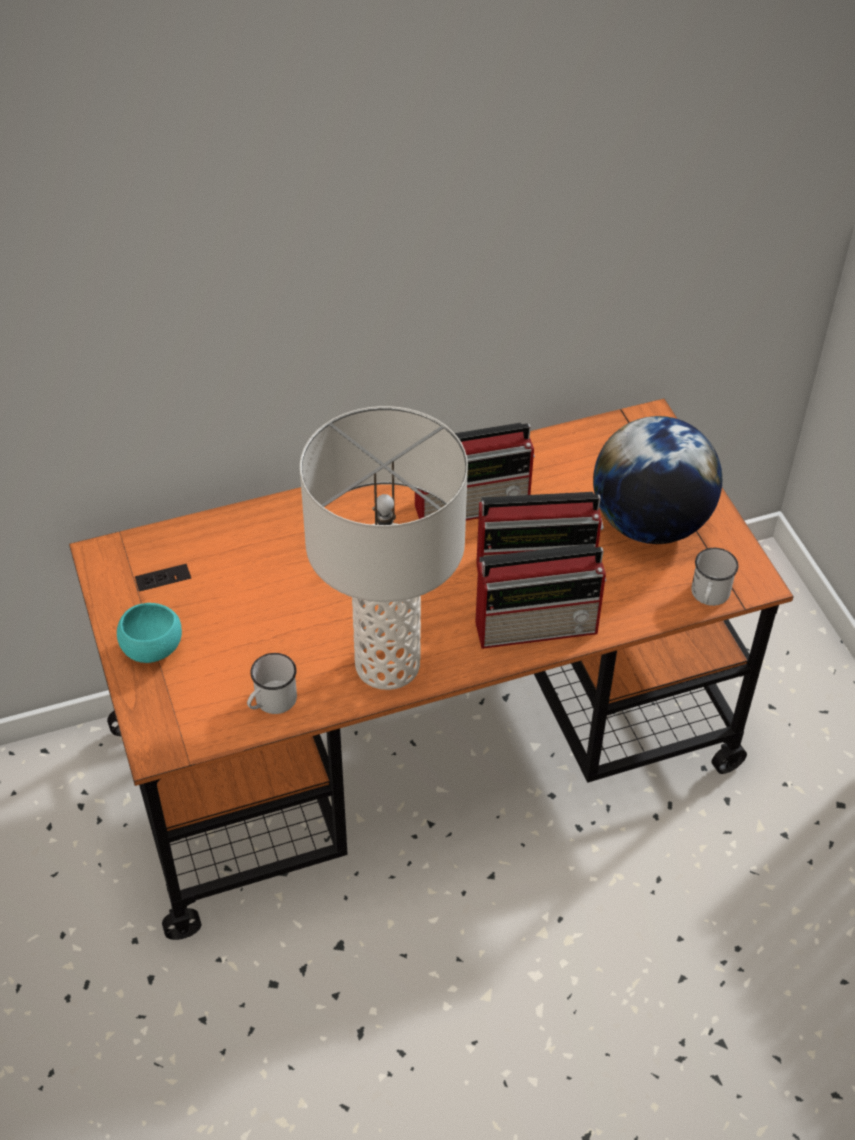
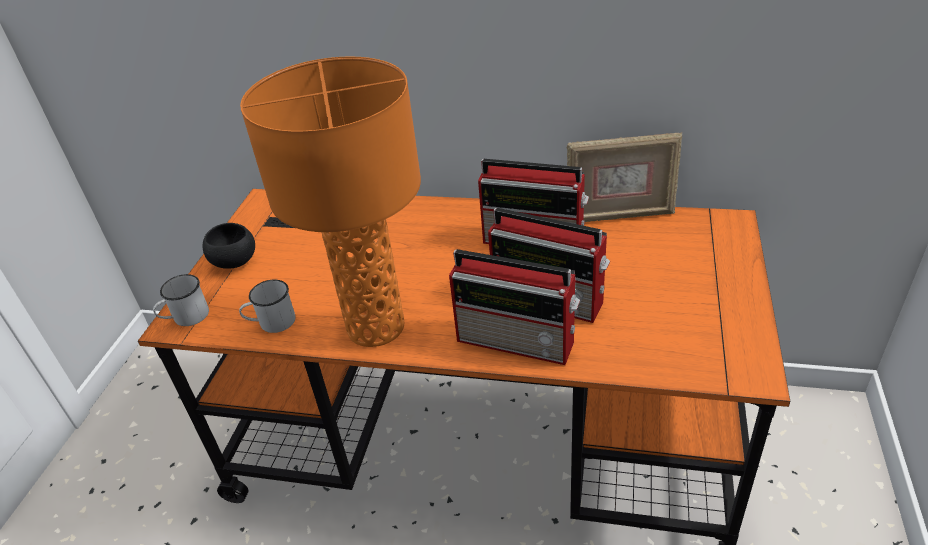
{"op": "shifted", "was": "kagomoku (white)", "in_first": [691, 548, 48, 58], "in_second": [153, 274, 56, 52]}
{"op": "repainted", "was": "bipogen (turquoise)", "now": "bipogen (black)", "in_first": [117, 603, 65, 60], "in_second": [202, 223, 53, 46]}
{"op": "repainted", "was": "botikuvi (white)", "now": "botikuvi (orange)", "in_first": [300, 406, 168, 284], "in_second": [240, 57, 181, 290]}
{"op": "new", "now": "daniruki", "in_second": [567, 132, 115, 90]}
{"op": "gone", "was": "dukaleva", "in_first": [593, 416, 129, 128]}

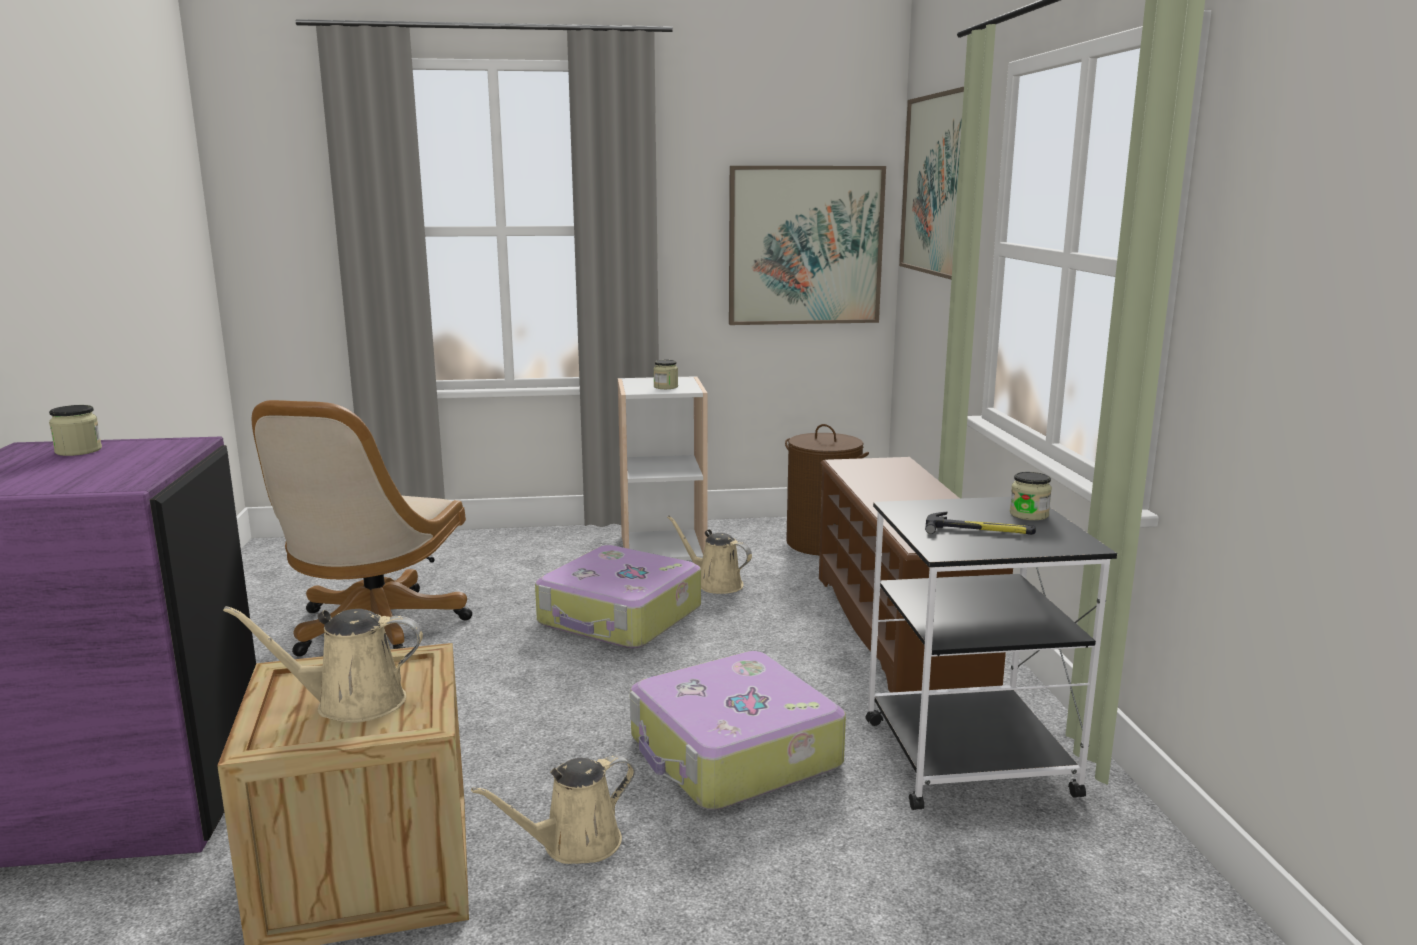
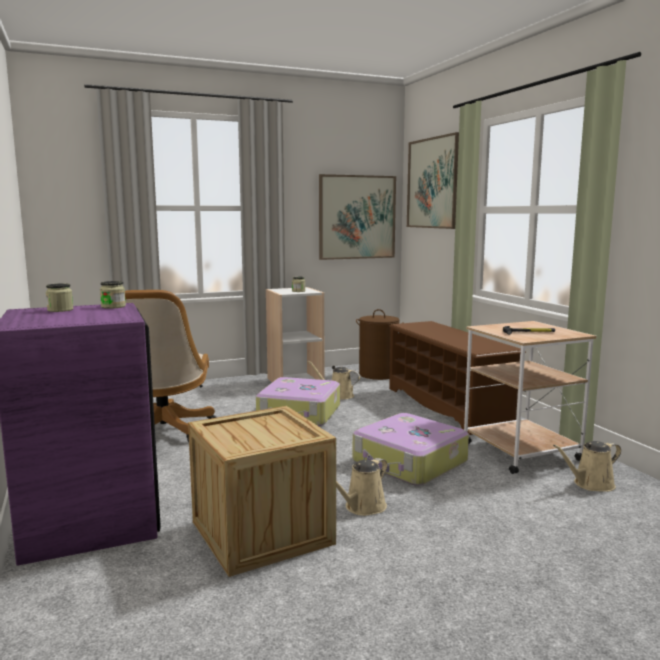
{"op": "shifted", "was": "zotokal", "in_first": [1010, 472, 42, 48], "in_second": [100, 281, 26, 28]}
{"op": "repainted", "was": "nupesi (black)", "now": "nupesi (beige)", "in_first": [865, 497, 252, 313], "in_second": [464, 321, 133, 153]}
{"op": "shifted", "was": "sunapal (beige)", "in_first": [223, 606, 200, 117], "in_second": [553, 441, 68, 51]}

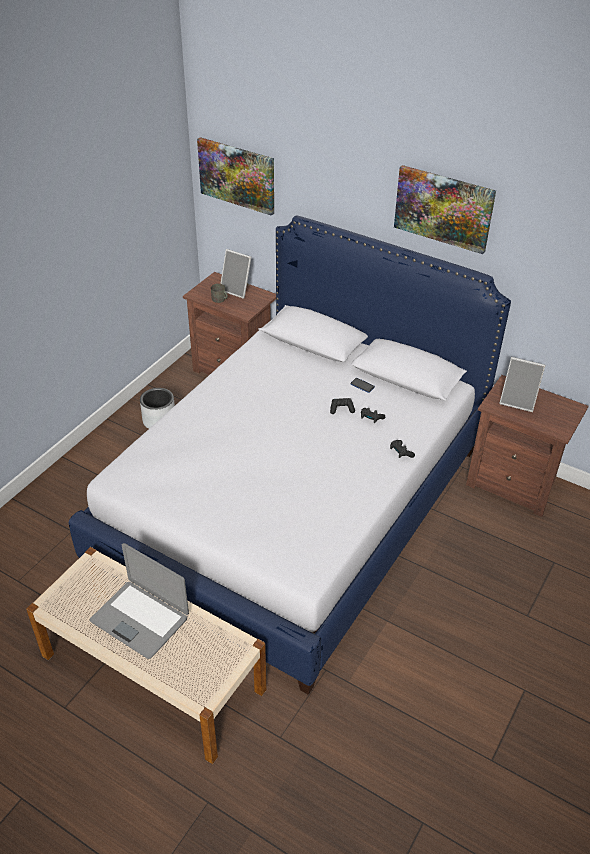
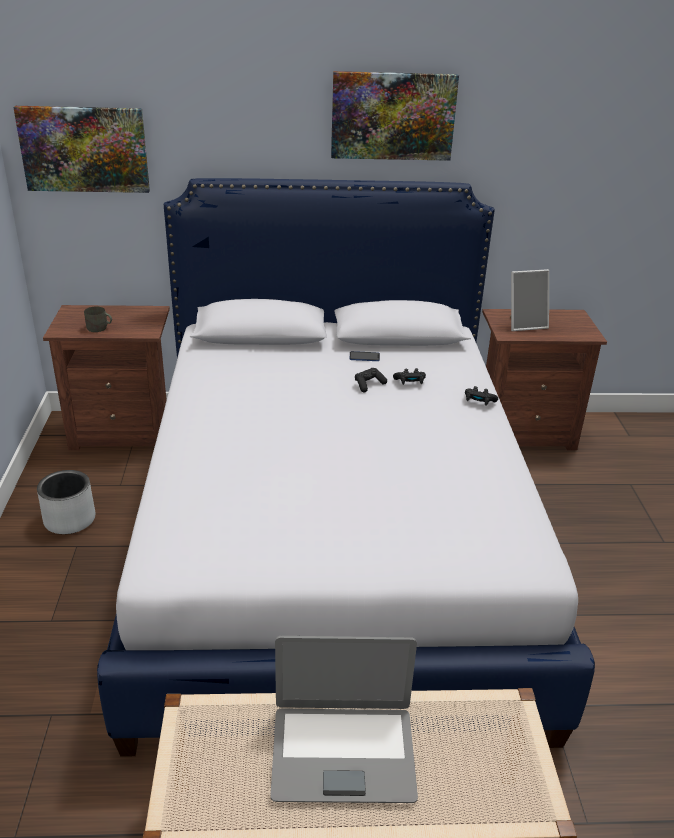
{"op": "gone", "was": "daniruki", "in_first": [220, 249, 31, 50]}

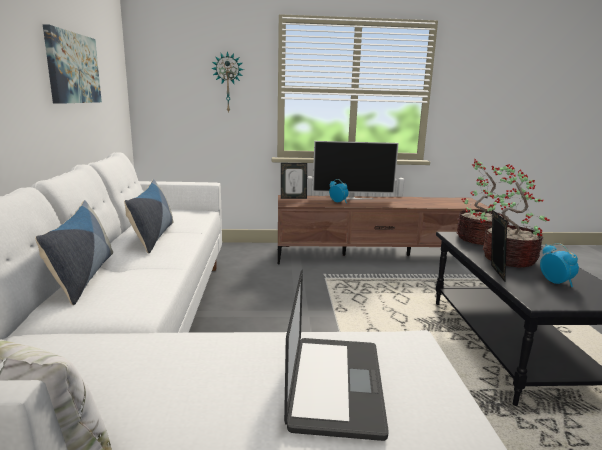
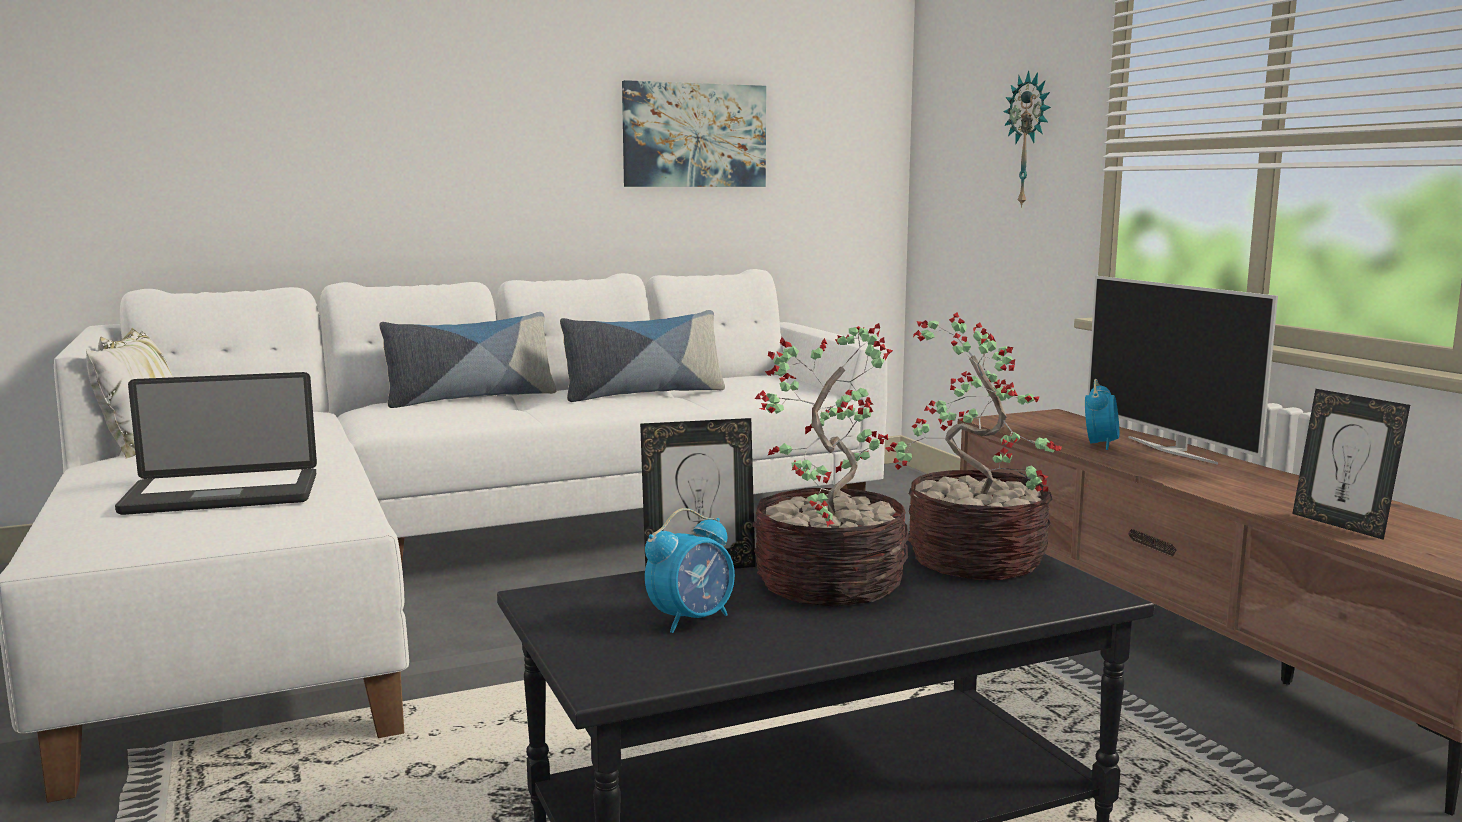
{"op": "shifted", "was": "daniruki", "in_first": [281, 163, 26, 36], "in_second": [1292, 389, 118, 151]}

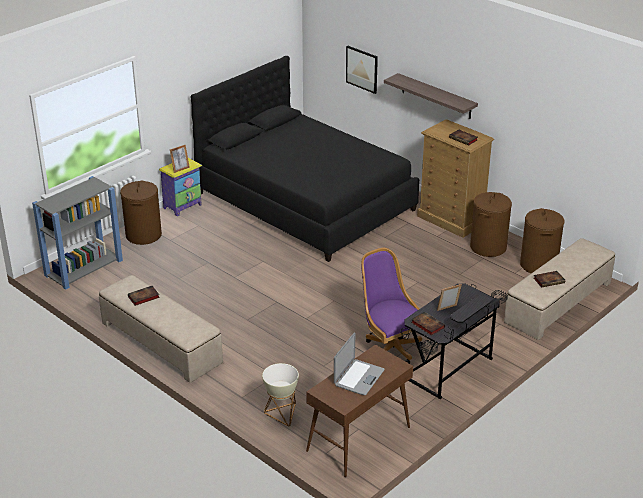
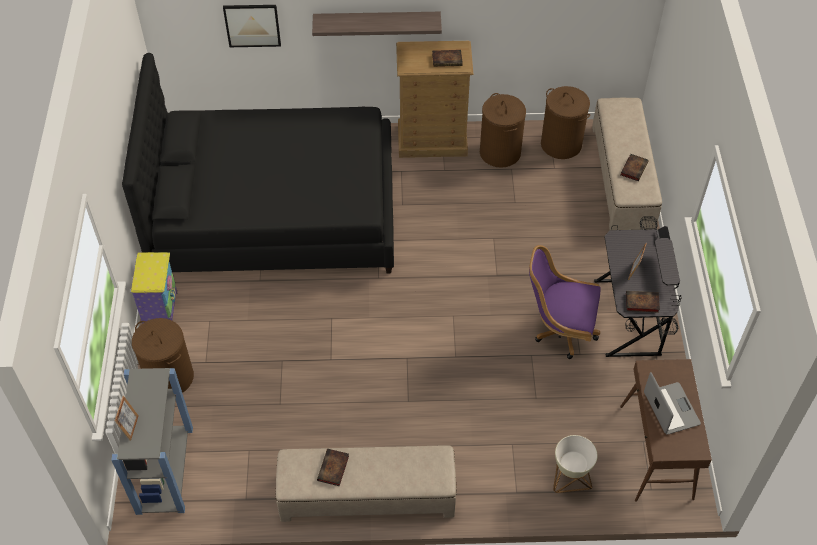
{"op": "shifted", "was": "daniruki", "in_first": [170, 145, 20, 28], "in_second": [115, 396, 24, 45]}

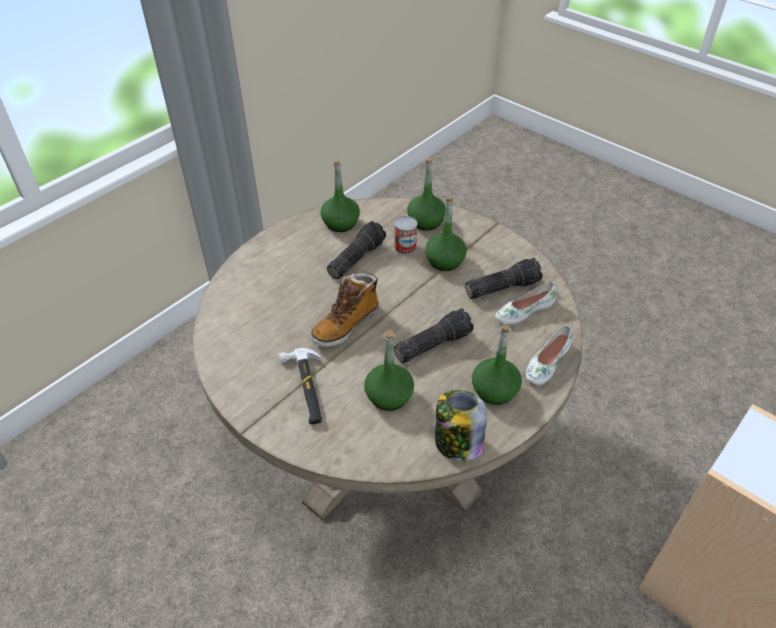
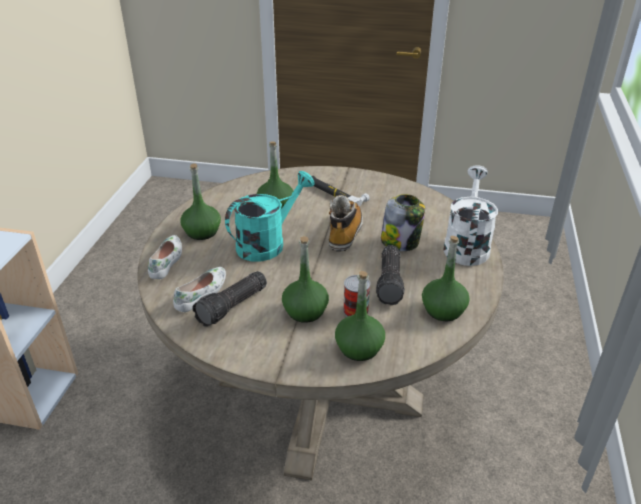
{"op": "swapped", "was": "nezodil", "now": "sunapal (turquoise)", "in_first": [394, 308, 80, 55], "in_second": [225, 171, 90, 91]}
{"op": "shifted", "was": "zotokal", "in_first": [435, 390, 52, 72], "in_second": [381, 194, 44, 57]}
{"op": "new", "now": "sunapal (white)", "in_second": [443, 165, 55, 101]}

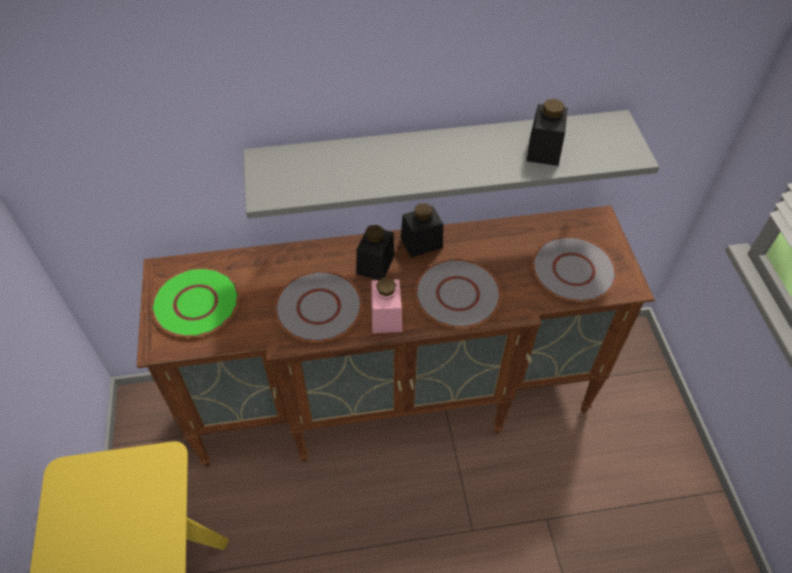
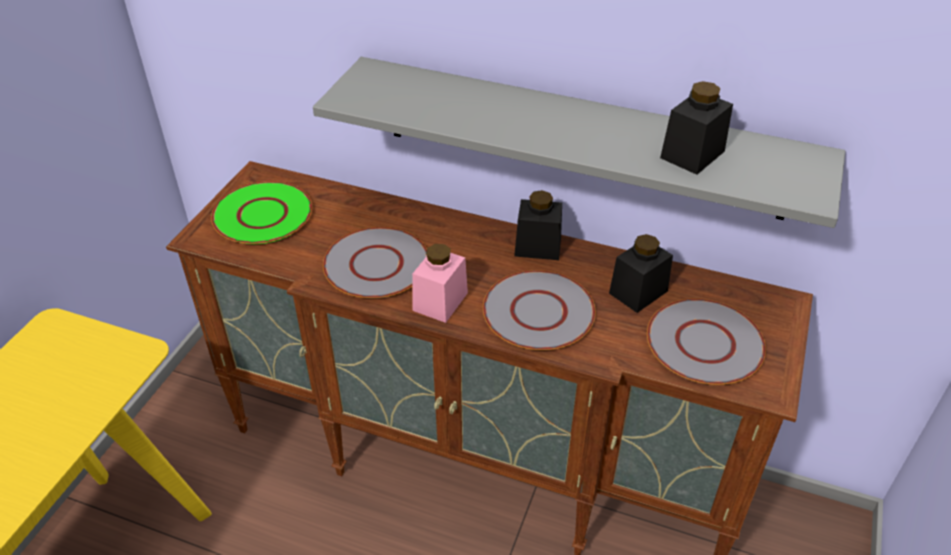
{"op": "shifted", "was": "zotokal (black)", "in_first": [356, 225, 39, 55], "in_second": [609, 234, 64, 79]}

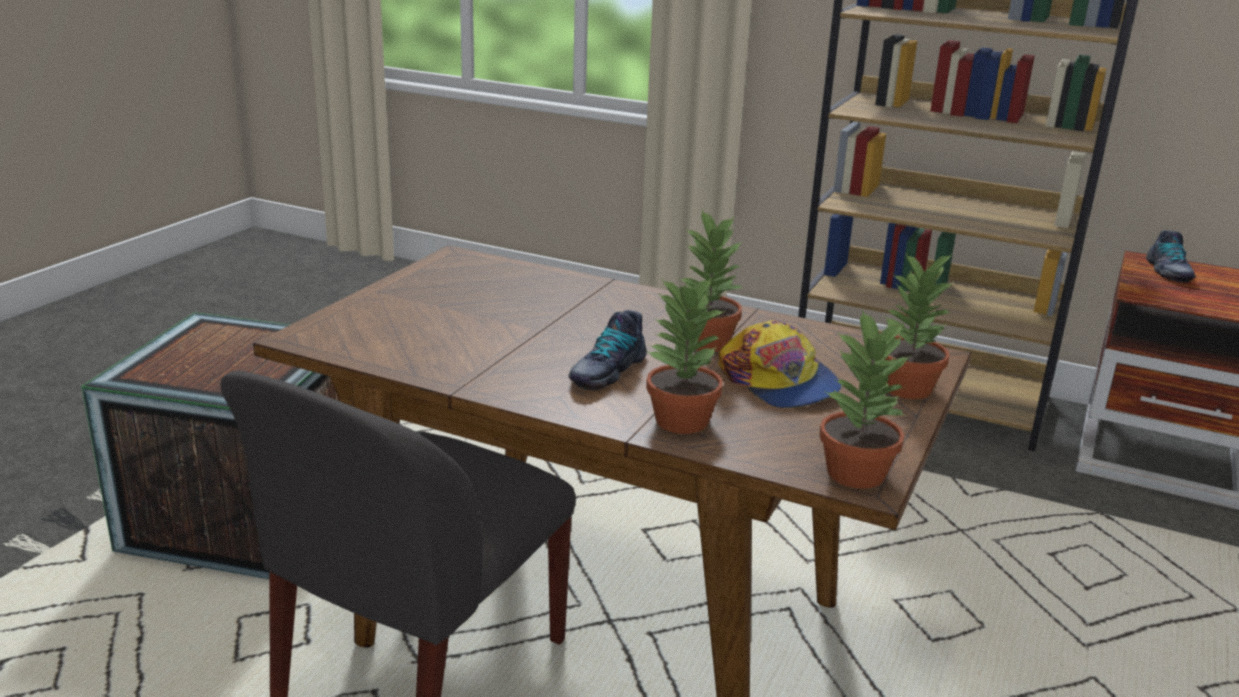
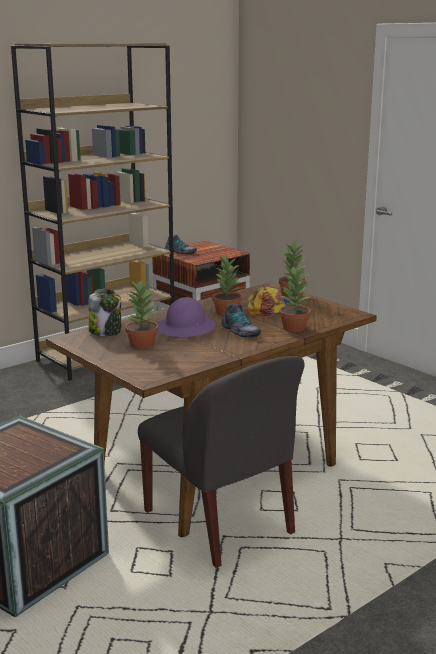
{"op": "new", "now": "zotokal", "in_second": [88, 289, 33, 47]}
{"op": "shifted", "was": "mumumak", "in_first": [819, 311, 93, 178], "in_second": [125, 280, 33, 69]}
{"op": "new", "now": "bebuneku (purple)", "in_second": [158, 297, 58, 40]}

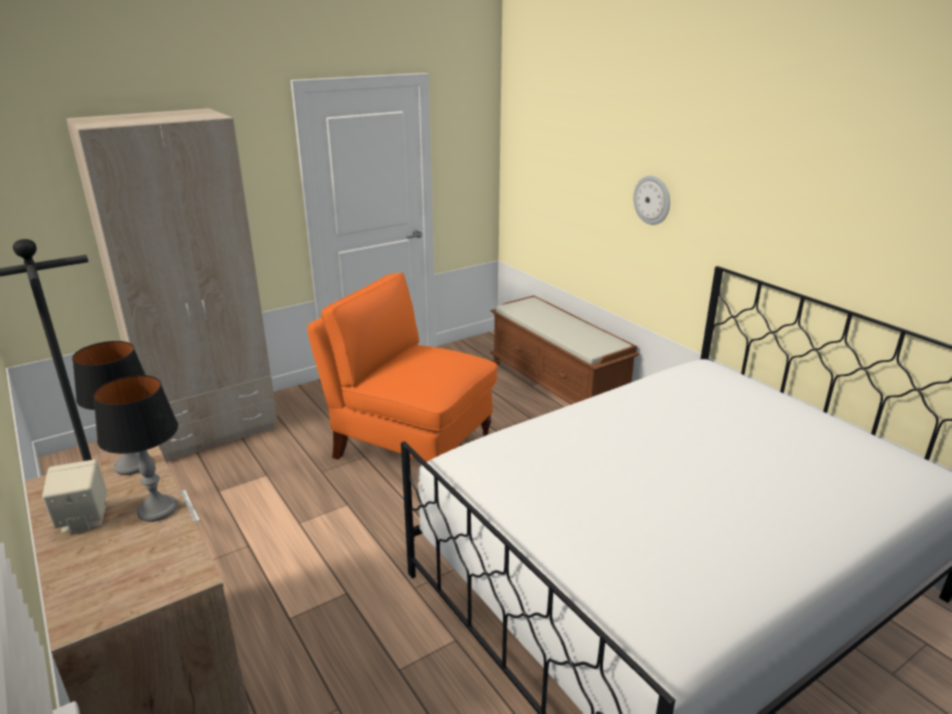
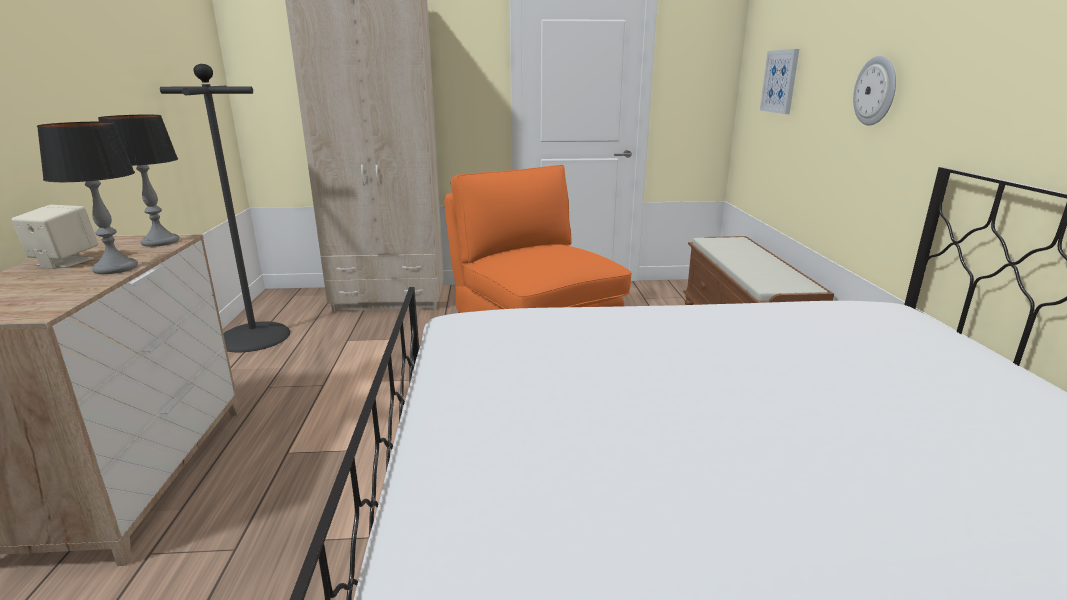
{"op": "new", "now": "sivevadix", "in_second": [760, 49, 39, 65]}

